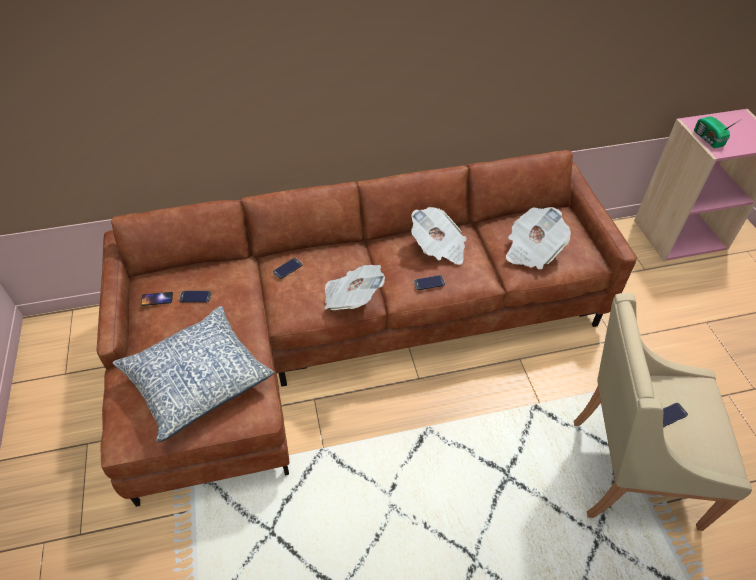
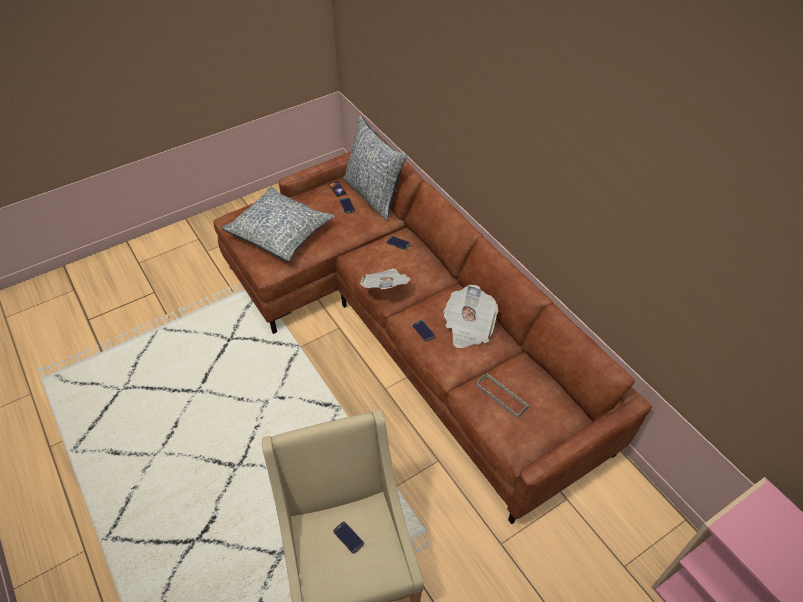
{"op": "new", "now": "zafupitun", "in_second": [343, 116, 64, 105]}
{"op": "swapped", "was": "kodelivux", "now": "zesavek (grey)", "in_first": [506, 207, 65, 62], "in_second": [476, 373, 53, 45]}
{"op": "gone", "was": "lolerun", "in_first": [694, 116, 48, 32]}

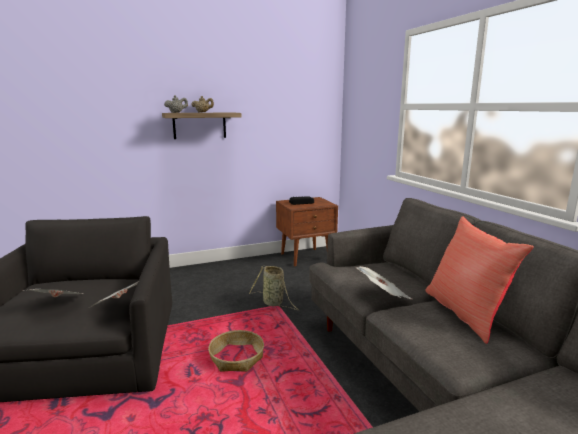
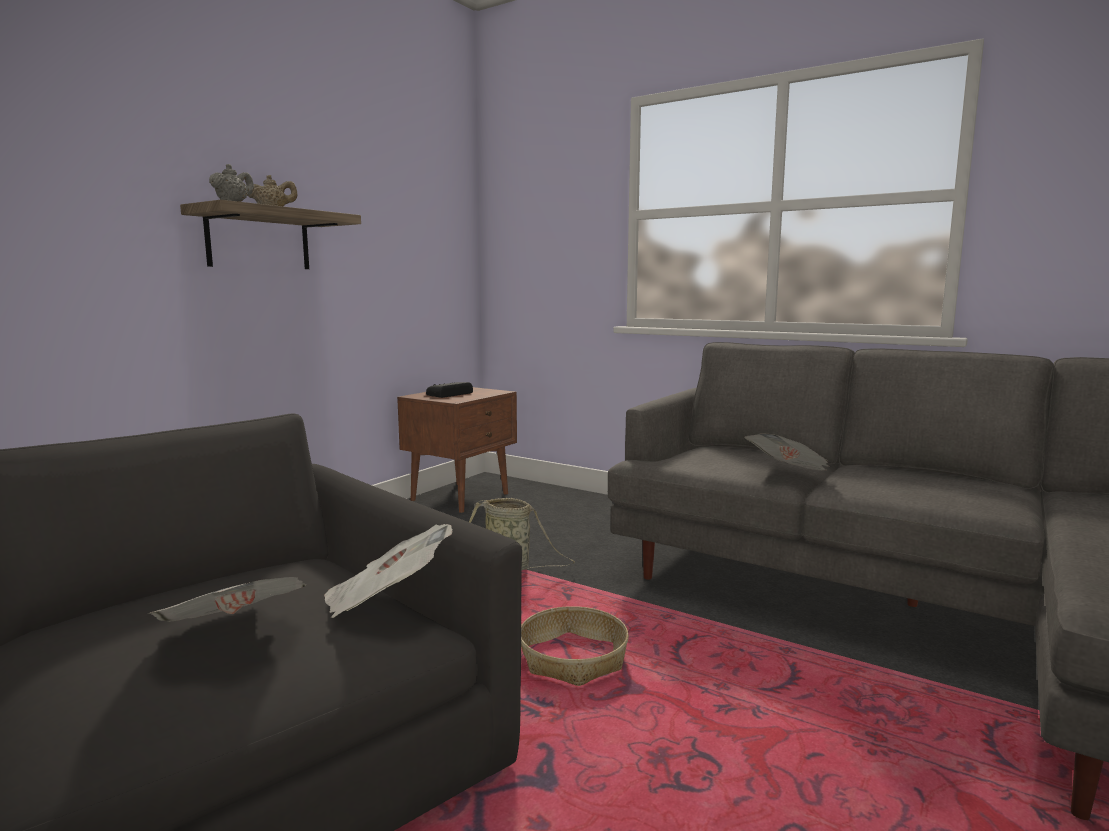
{"op": "gone", "was": "zafupitun (red)", "in_first": [425, 216, 109, 128]}

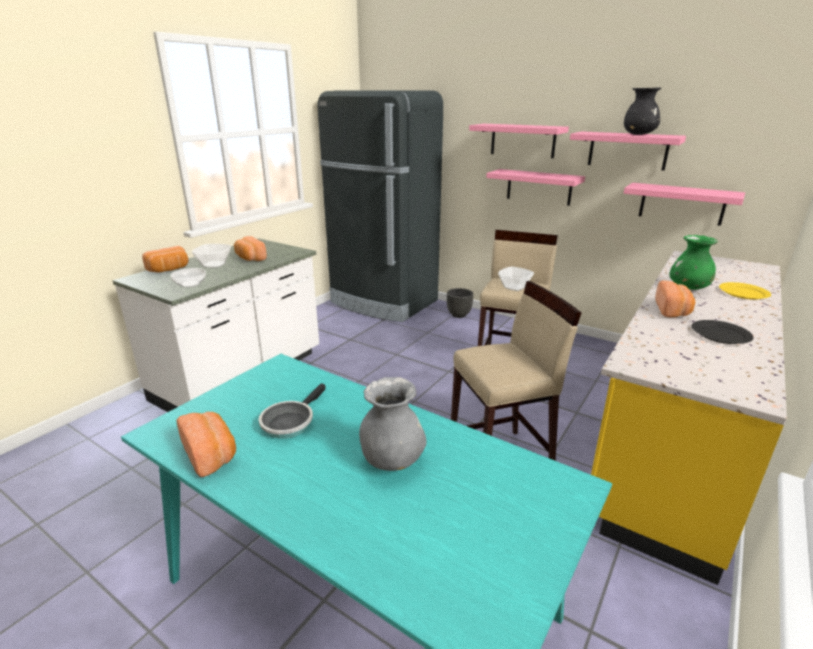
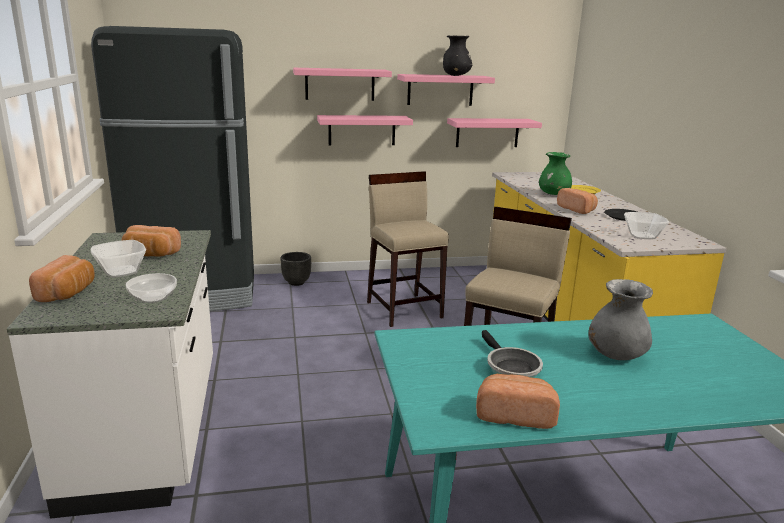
{"op": "shifted", "was": "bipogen", "in_first": [498, 267, 36, 24], "in_second": [624, 212, 45, 27]}

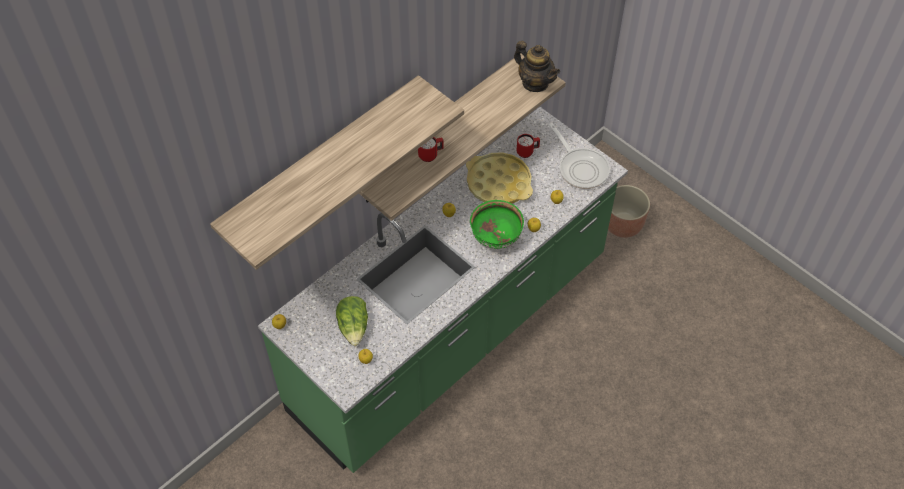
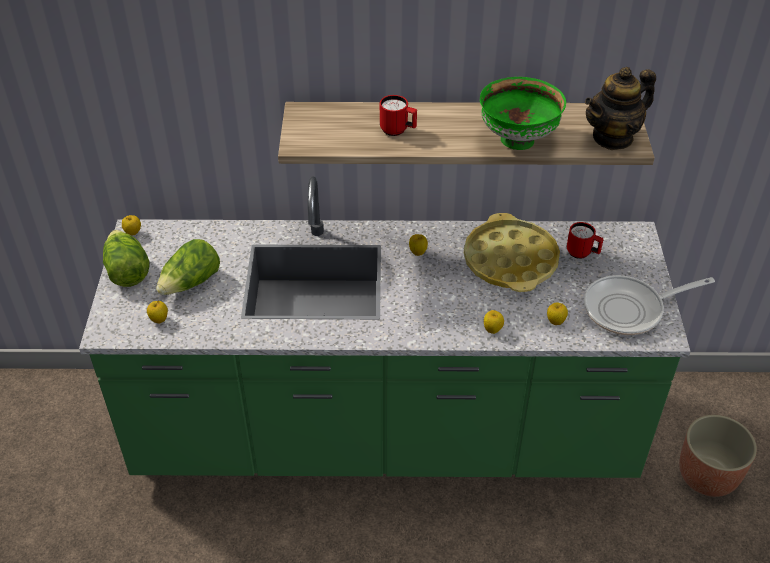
{"op": "new", "now": "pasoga", "in_second": [103, 230, 46, 57]}
{"op": "shifted", "was": "bipogen (green)", "in_first": [470, 200, 54, 49], "in_second": [480, 77, 86, 73]}
{"op": "rotated", "was": "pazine", "in_first": [549, 123, 61, 66], "in_second": [584, 275, 131, 60], "clockwise": 60}
{"op": "rotated", "was": "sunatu", "in_first": [514, 41, 46, 51], "in_second": [585, 67, 71, 83], "clockwise": 60}
{"op": "gone", "was": "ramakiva", "in_first": [210, 75, 254, 195]}

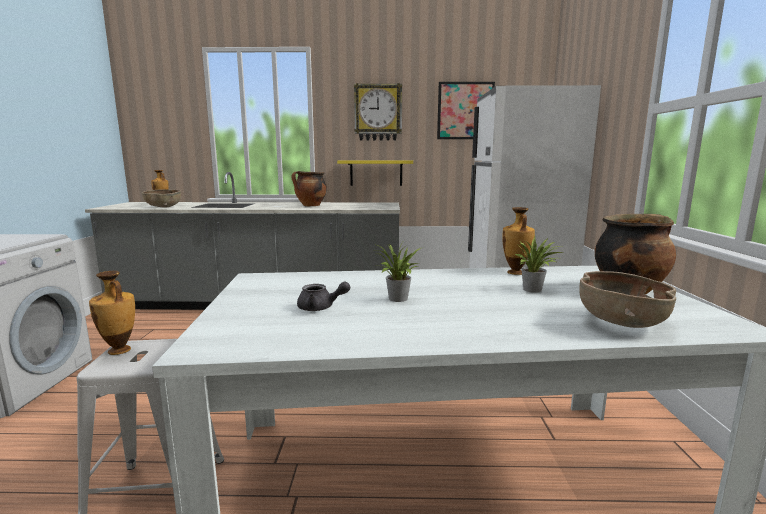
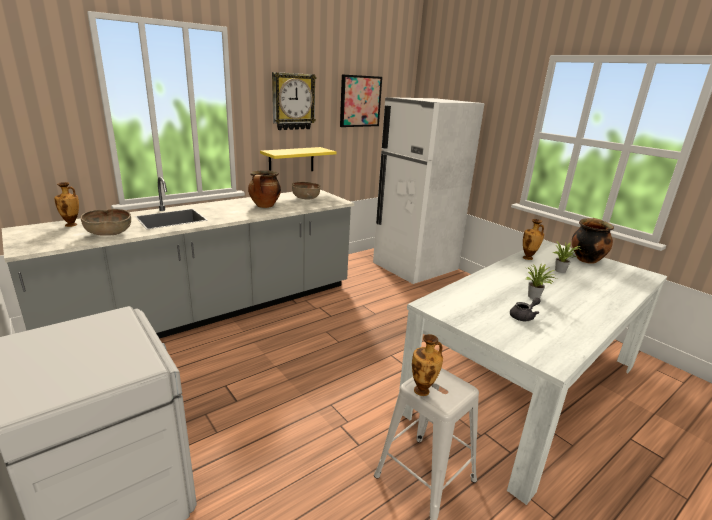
{"op": "shifted", "was": "bipogen (brown)", "in_first": [579, 271, 97, 57], "in_second": [292, 181, 28, 19]}

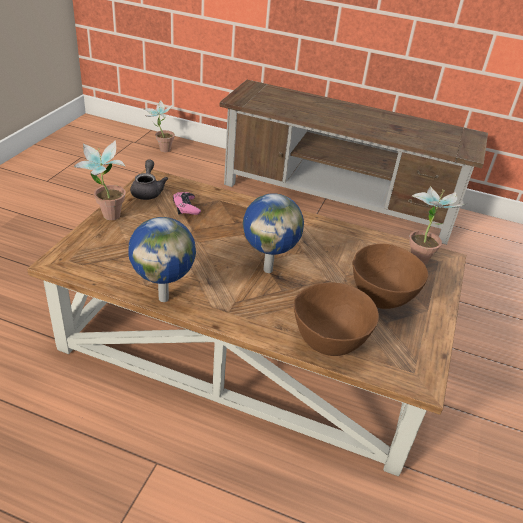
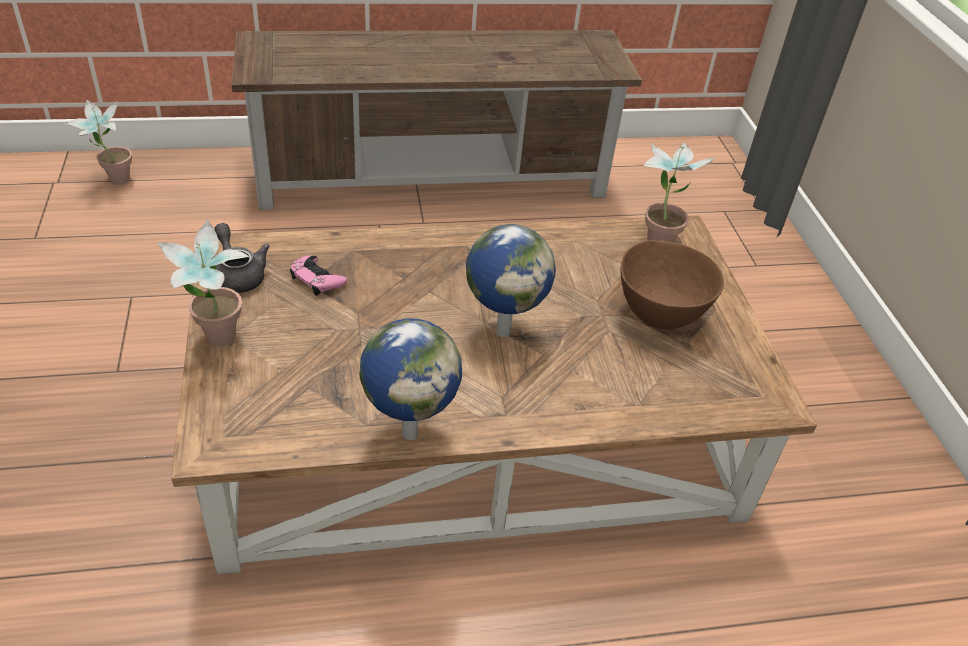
{"op": "gone", "was": "bipogen (brown)", "in_first": [294, 283, 85, 73]}

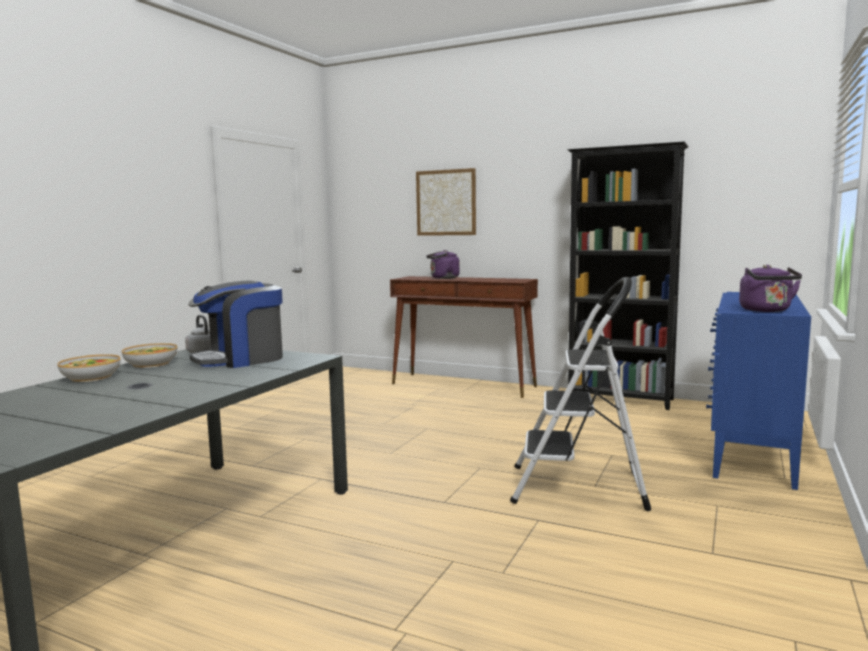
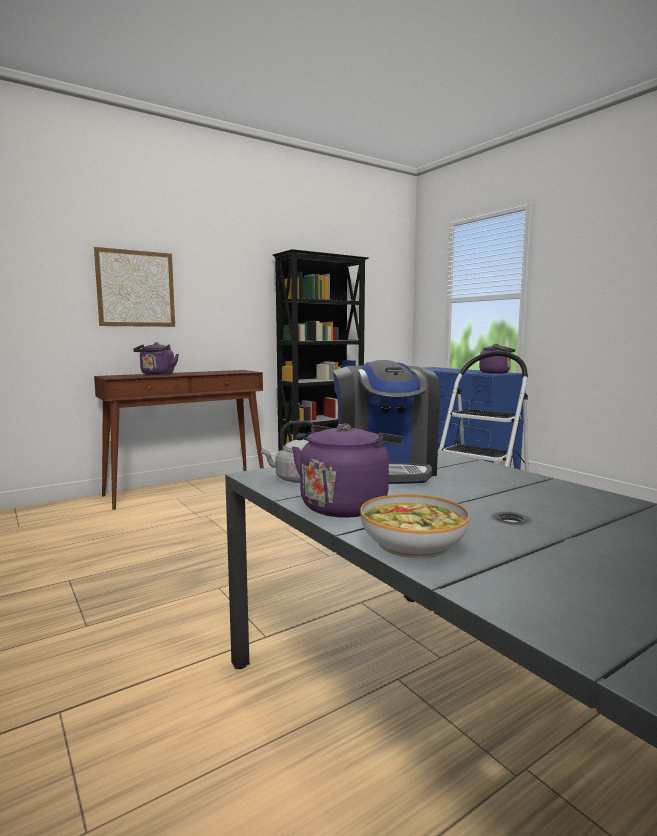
{"op": "swapped", "was": "bipogen", "now": "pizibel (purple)", "in_first": [122, 343, 55, 25], "in_second": [292, 423, 110, 95]}

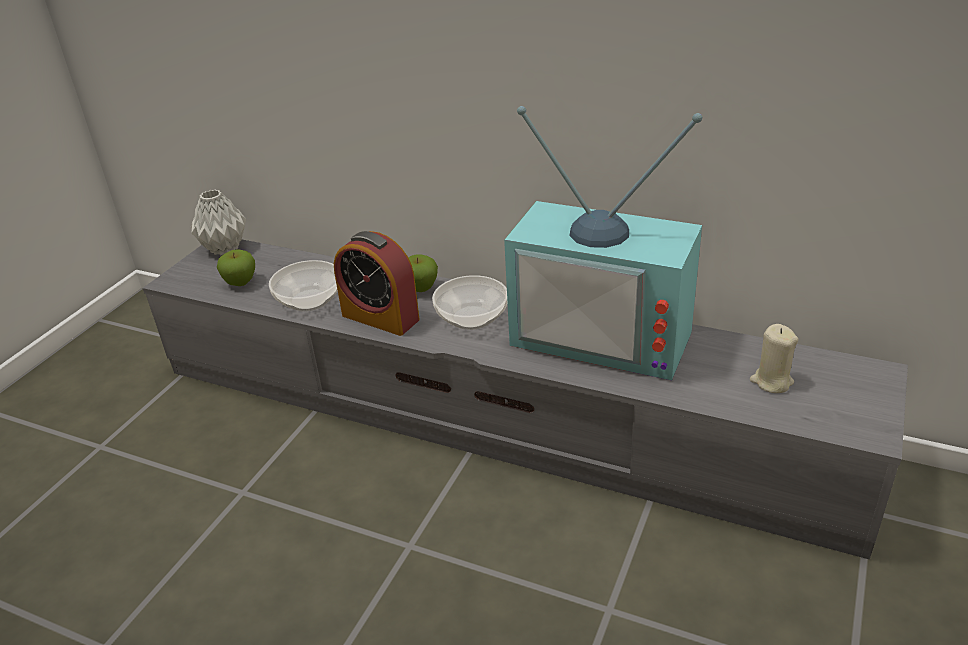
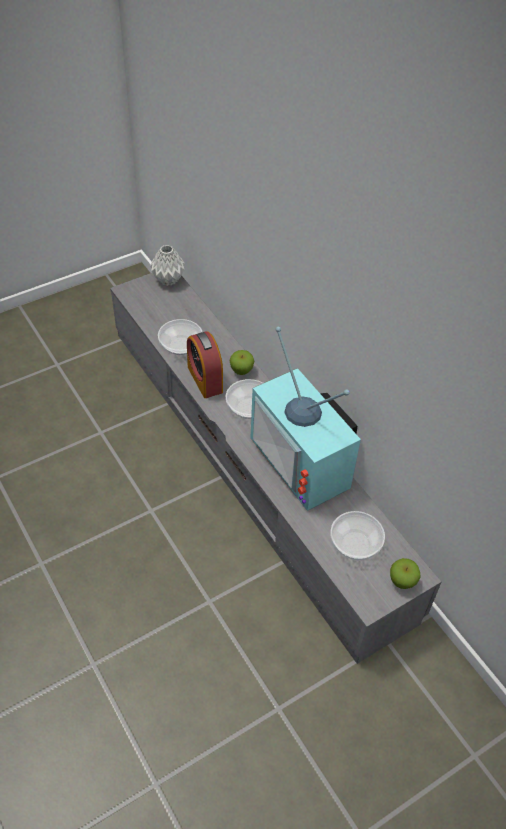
{"op": "swapped", "was": "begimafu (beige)", "now": "bipogen", "in_first": [750, 324, 48, 69], "in_second": [331, 511, 54, 49]}
{"op": "shifted", "was": "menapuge", "in_first": [217, 249, 38, 37], "in_second": [390, 558, 30, 31]}

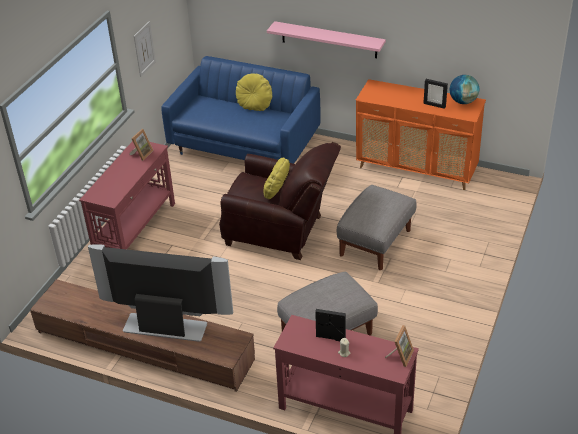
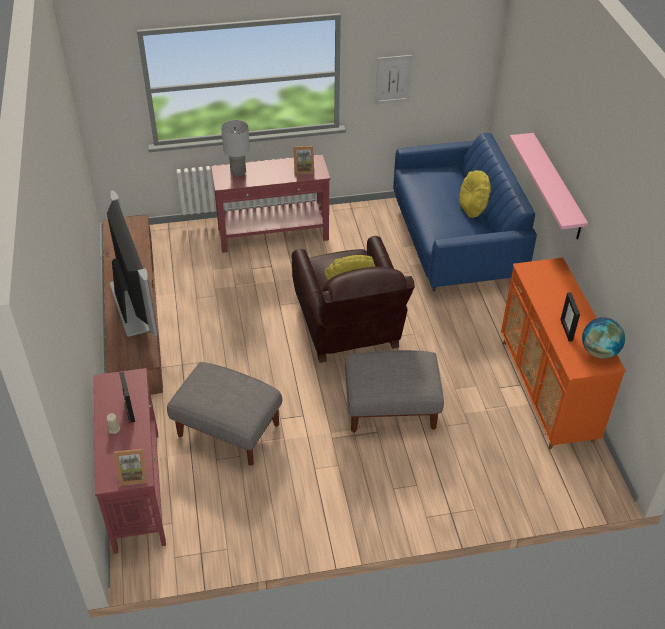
{"op": "new", "now": "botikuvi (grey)", "in_second": [221, 120, 29, 56]}

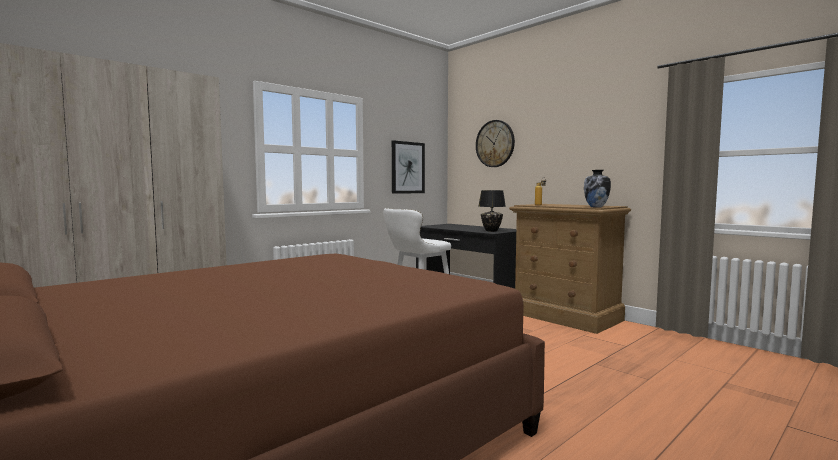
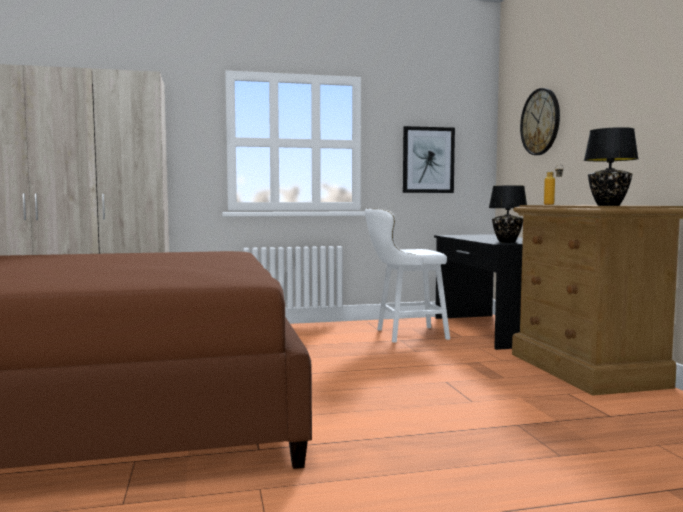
{"op": "swapped", "was": "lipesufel", "now": "botikuvi (black)", "in_first": [584, 170, 27, 37], "in_second": [583, 127, 55, 79]}

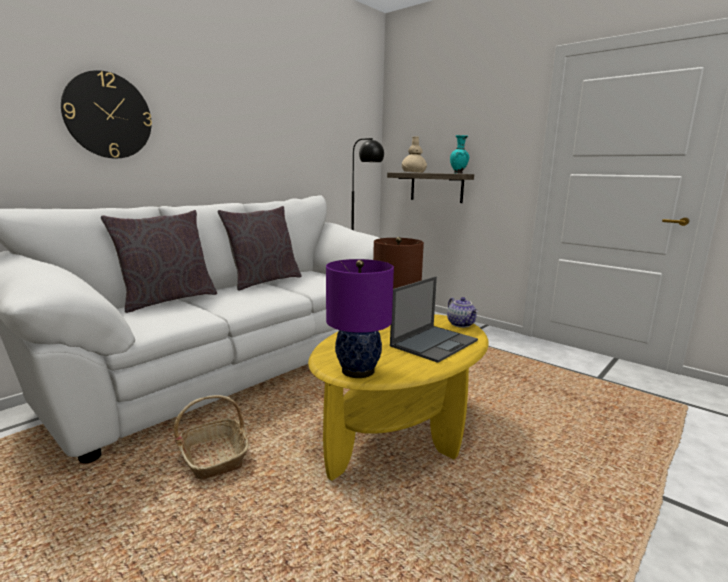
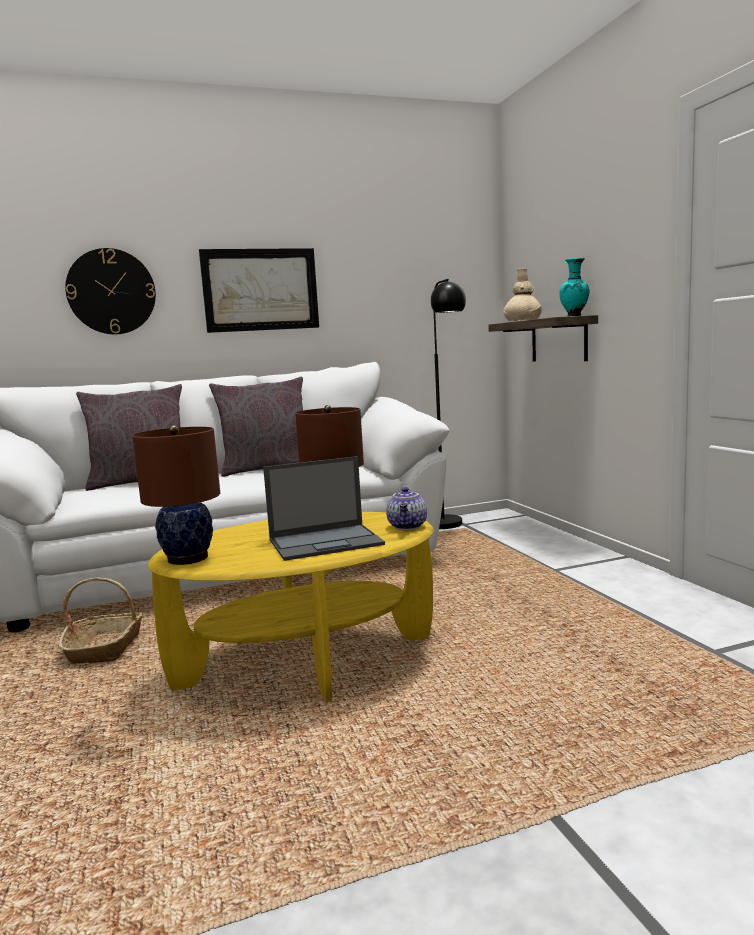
{"op": "repainted", "was": "botikuvi (purple)", "now": "botikuvi (brown)", "in_first": [326, 259, 68, 119], "in_second": [132, 425, 88, 140]}
{"op": "new", "now": "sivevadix", "in_second": [199, 248, 120, 85]}

